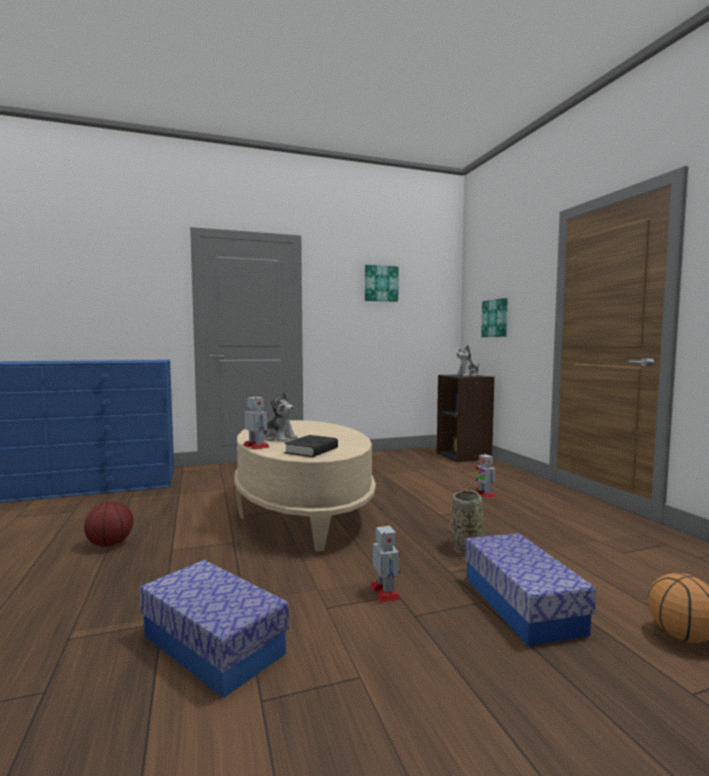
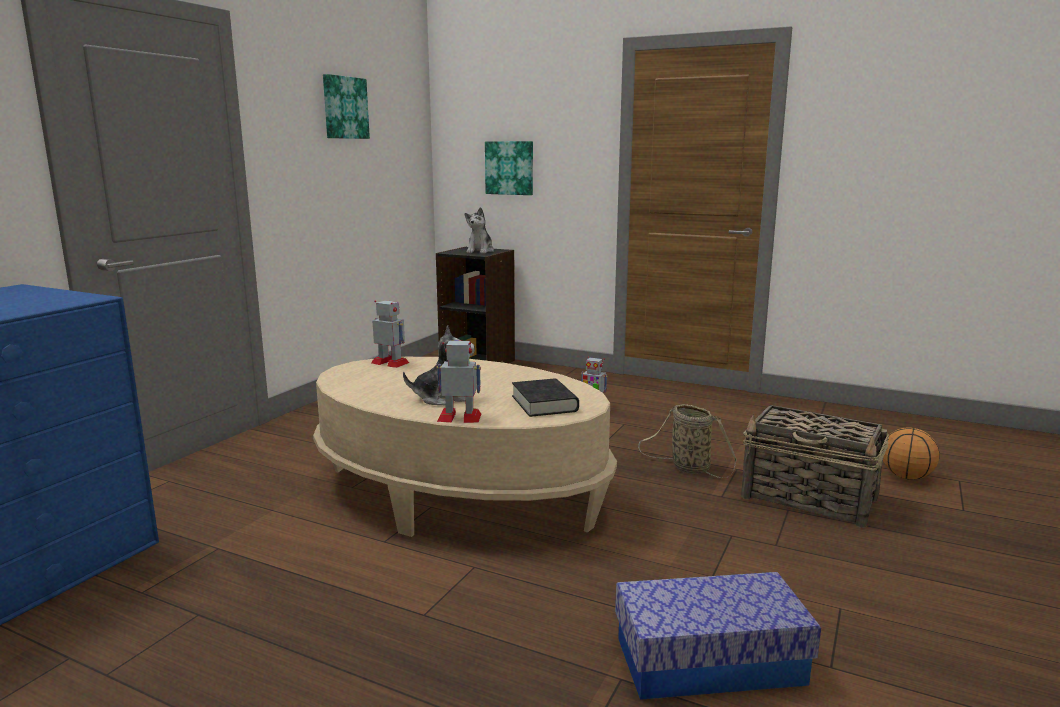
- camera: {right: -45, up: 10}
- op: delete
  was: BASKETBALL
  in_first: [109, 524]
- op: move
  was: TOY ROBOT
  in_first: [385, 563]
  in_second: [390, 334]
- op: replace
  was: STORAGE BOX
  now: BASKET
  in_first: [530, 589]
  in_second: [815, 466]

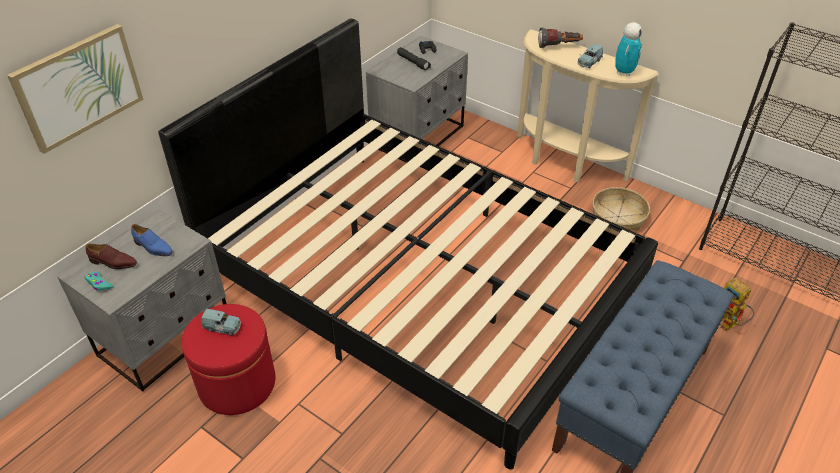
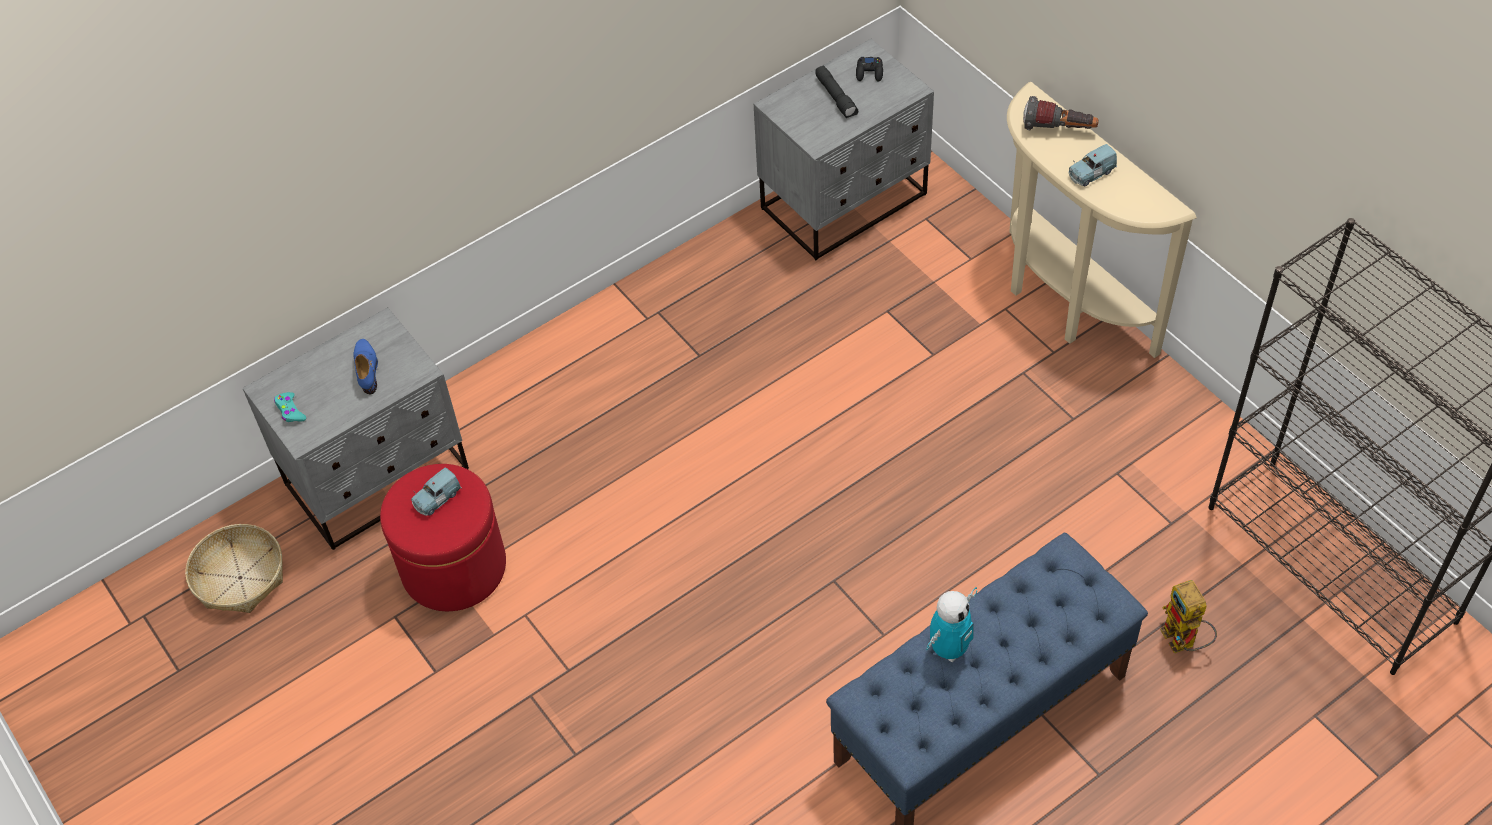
- camera: {right: 20, up: 10}
- op: delete
  was: PICTURE
  in_first: [75, 89]
- op: delete
  was: BROWN SHOE
  in_first: [111, 256]
- op: rotate
  was: BLUE SHOE
  in_first: [151, 240]
  in_second: [365, 366]
  clockwise: -150
- op: delete
  was: BLACK BED
  in_first: [408, 243]
- op: rotate
  was: BLUE TOY CAR
  in_first: [221, 322]
  in_second: [436, 491]
  clockwise: 105
- op: move
  was: BASKET
  in_first: [621, 209]
  in_second: [234, 568]
- op: move
  was: TOY ROBOT
  in_first: [628, 49]
  in_second: [951, 624]

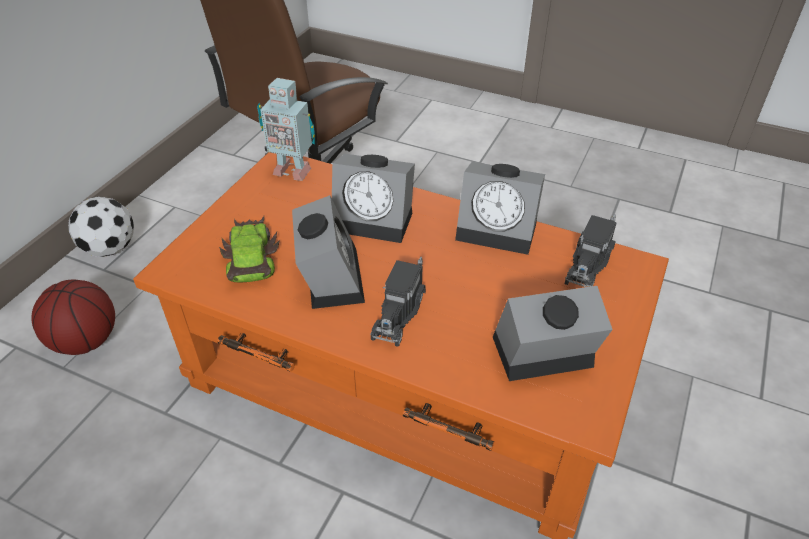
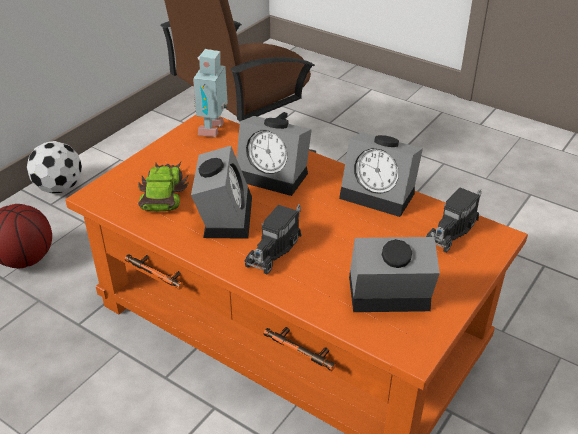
- camera: {right: 10, up: -5}
- op: rotate
  was: TOY ROBOT
  in_first: [286, 129]
  in_second: [210, 93]
  clockwise: 75

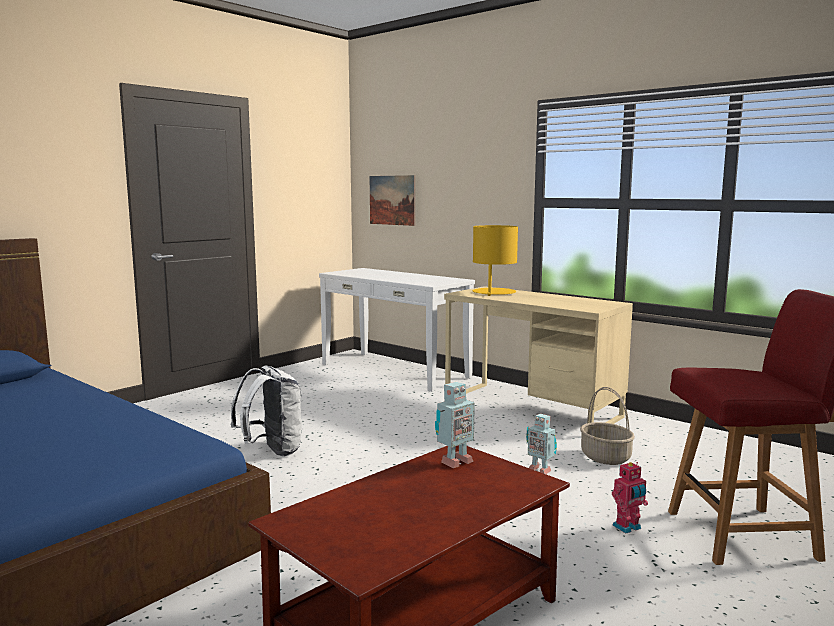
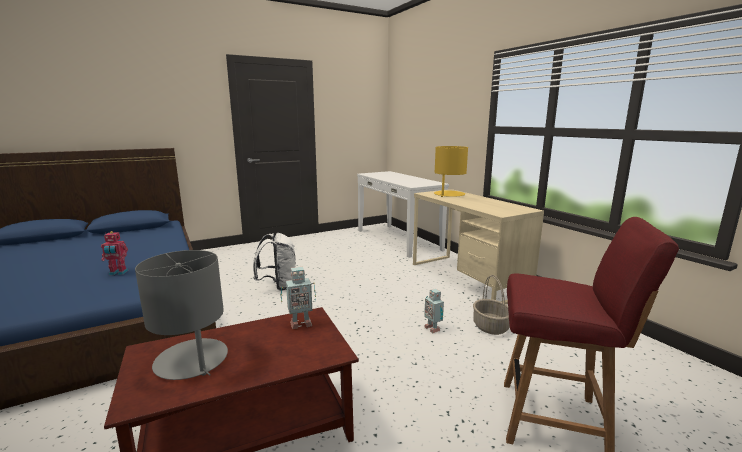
- camera: {right: 20, up: 5}
- op: delete
  was: PICTURE
  in_first: [392, 200]
- op: move
  was: TOY ROBOT
  in_first: [630, 497]
  in_second: [114, 253]
- op: insert
  now: GREY TABLE LAMP
  in_second: [181, 315]

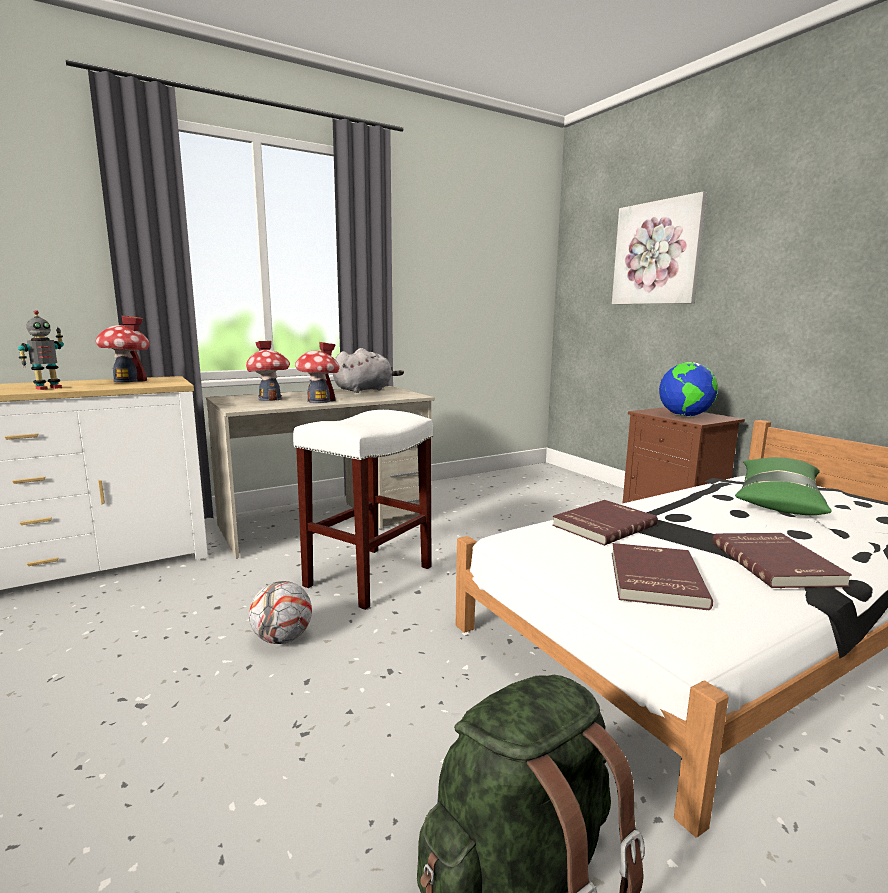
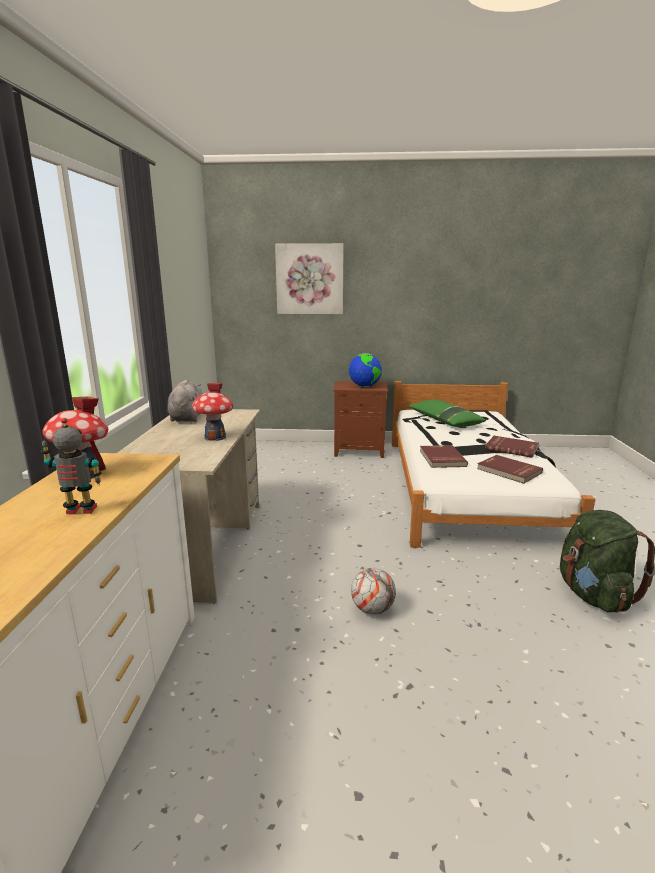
- camera: {right: -55, up: 5}
- op: rotate
  was: TOY ROBOT
  in_first: [41, 350]
  in_second: [71, 466]
  clockwise: -75
- op: delete
  was: TOY HOUSE
  in_first: [268, 371]
- op: delete
  was: WHITE STOOL
  in_first: [363, 510]

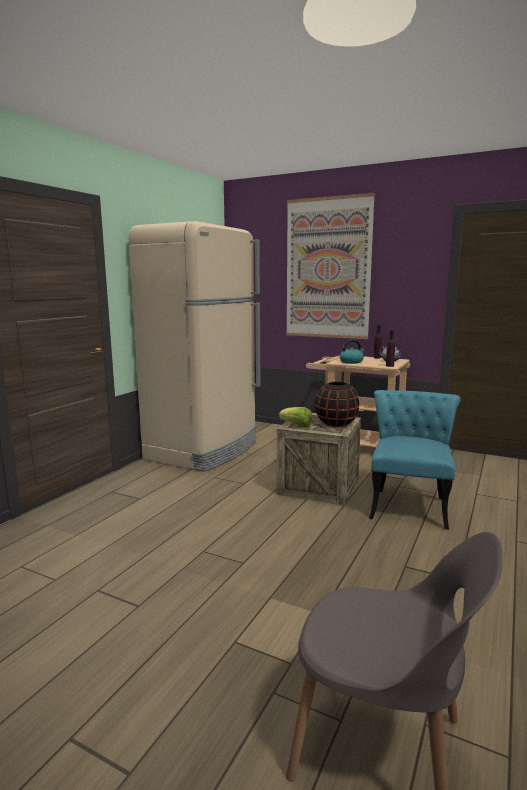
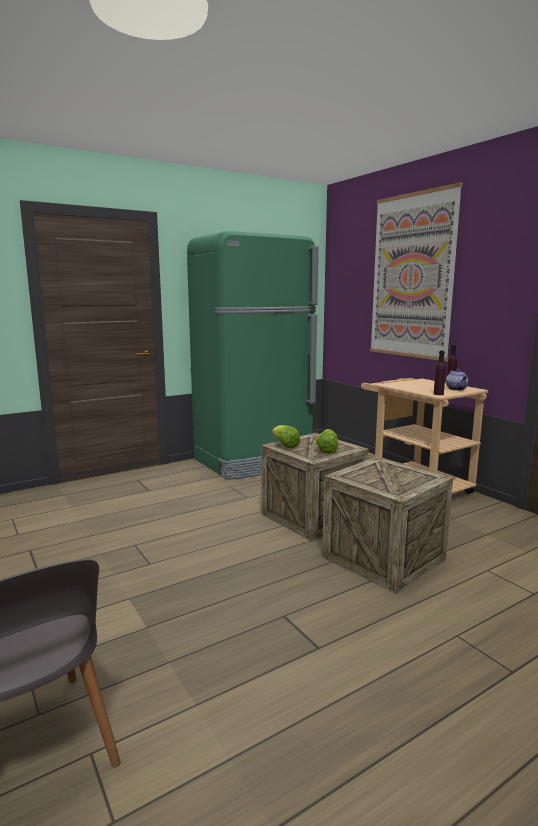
- camera: {right: 30, up: 0}
- op: recolor
  was: BEIGE FRIDGE
  now: GREEN FRIDGE
  in_first: [194, 346]
  in_second: [253, 355]
- op: replace
  was: BLACK VASE
  now: LETTUCE
  in_first: [337, 404]
  in_second: [327, 441]
- op: delete
  was: KETTLE
  in_first: [352, 351]
- op: replace
  was: TURQUOISE CHAIR
  now: CRATE
  in_first: [414, 460]
  in_second: [387, 525]

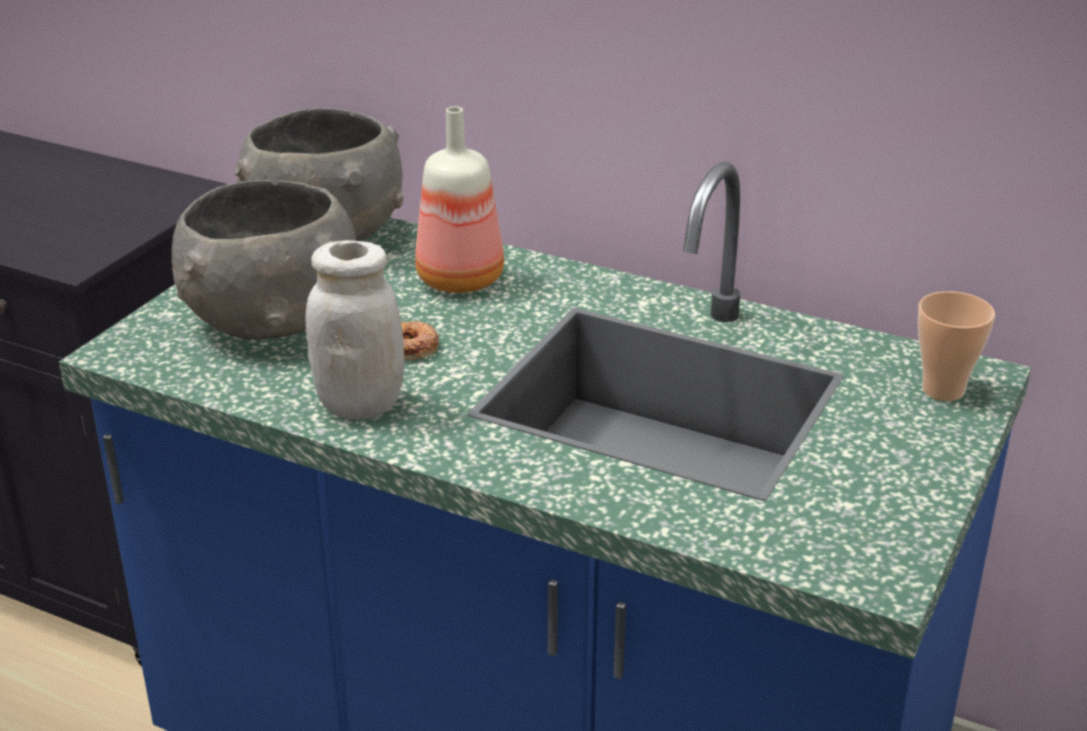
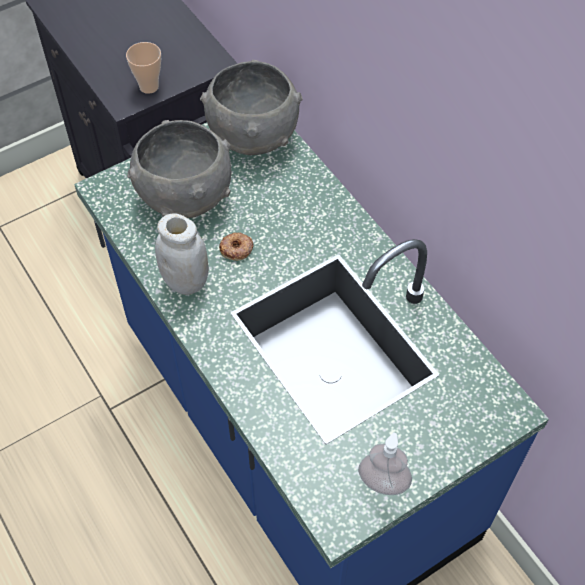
- camera: {right: 30, up: 25}
- op: delete
  was: BOTTLE
  in_first: [459, 199]
- op: move
  was: CUP
  in_first: [956, 346]
  in_second: [143, 68]
- op: insert
  now: SOAP DISPENSER
  in_second: [385, 464]

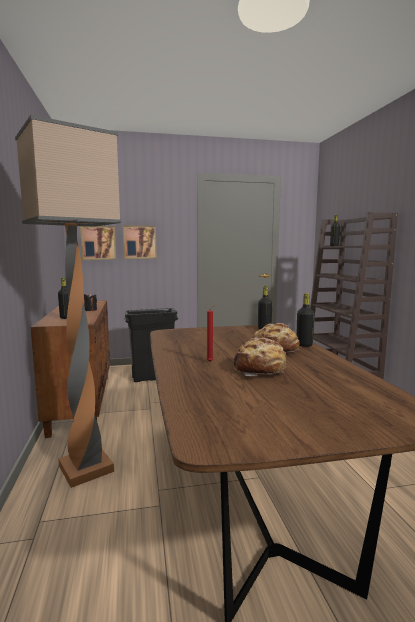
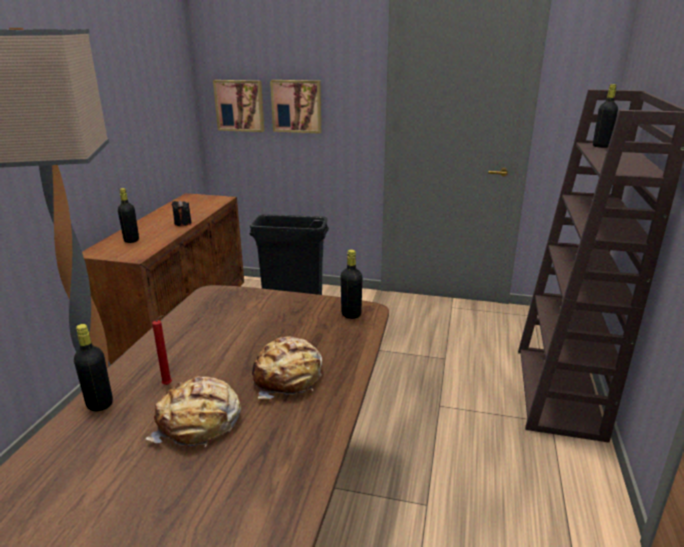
- camera: {right: 25, up: 15}
- op: move
  was: BLACK BOTTLE
  in_first: [305, 320]
  in_second: [93, 368]

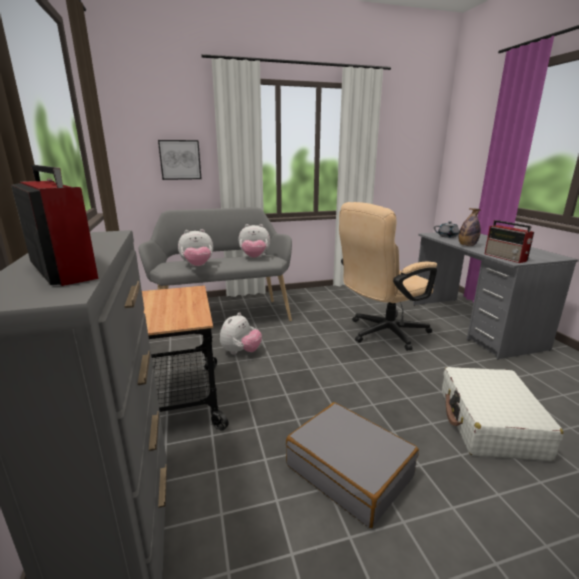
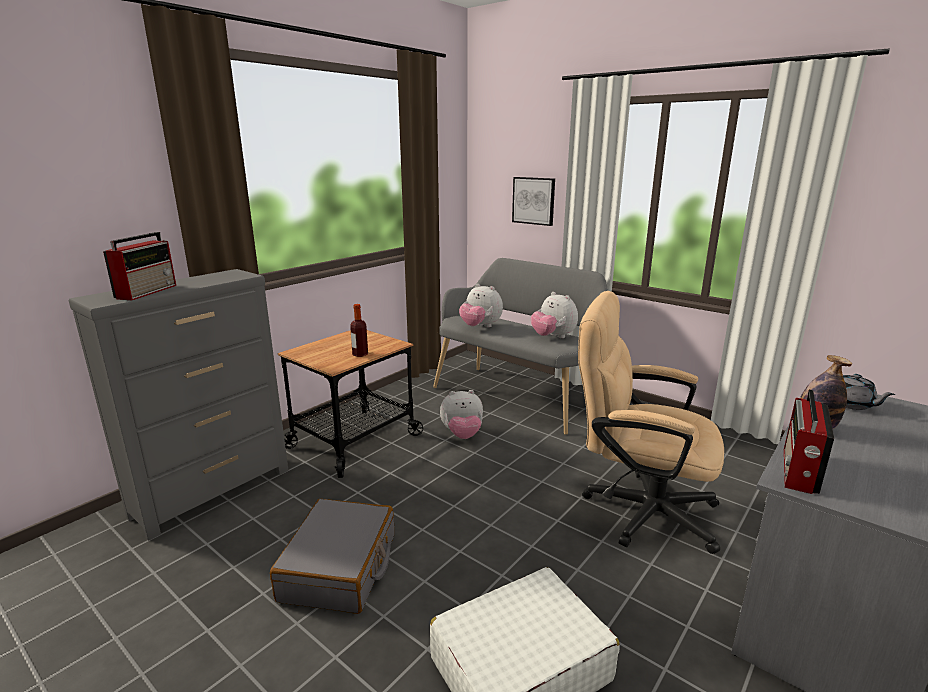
- camera: {right: 55, up: 0}
- op: insert
  now: BOTTLE
  in_second: [359, 330]

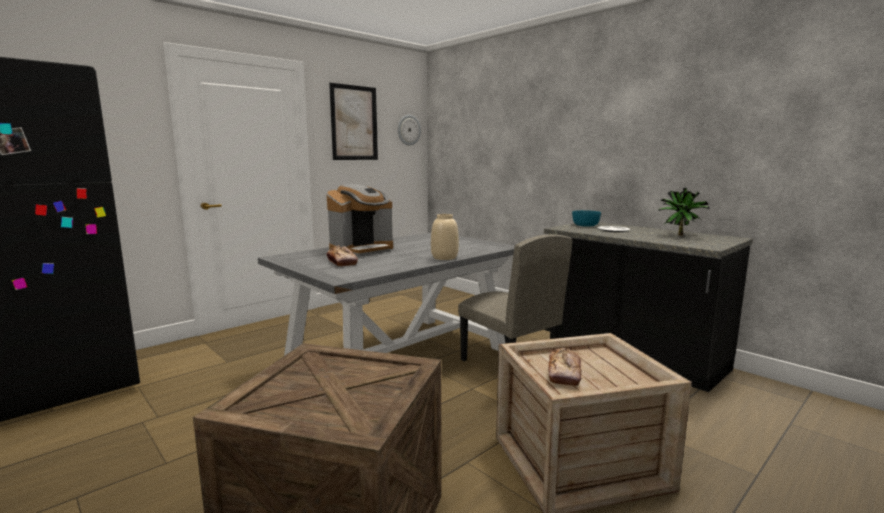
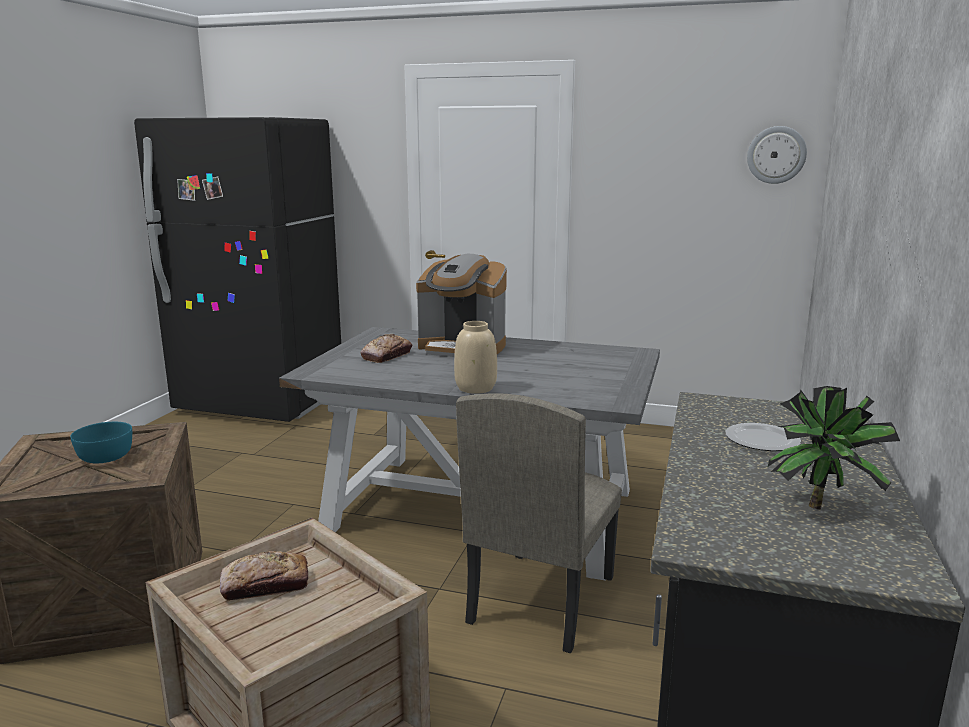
- camera: {right: 60, up: 5}
- op: delete
  was: PICTURE
  in_first: [353, 121]
- op: move
  was: TURQUOISE BOWL
  in_first: [586, 218]
  in_second: [101, 442]

